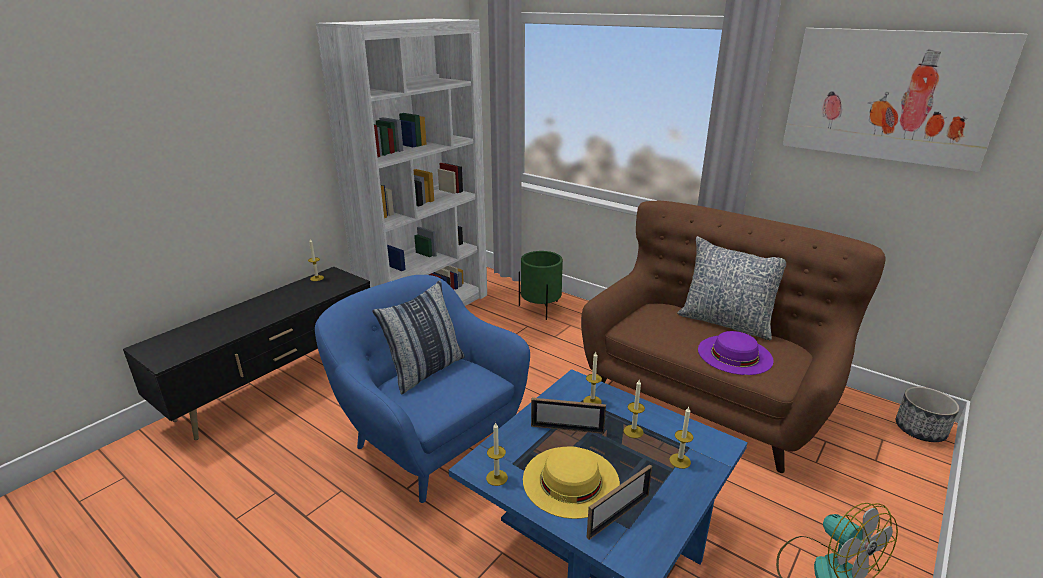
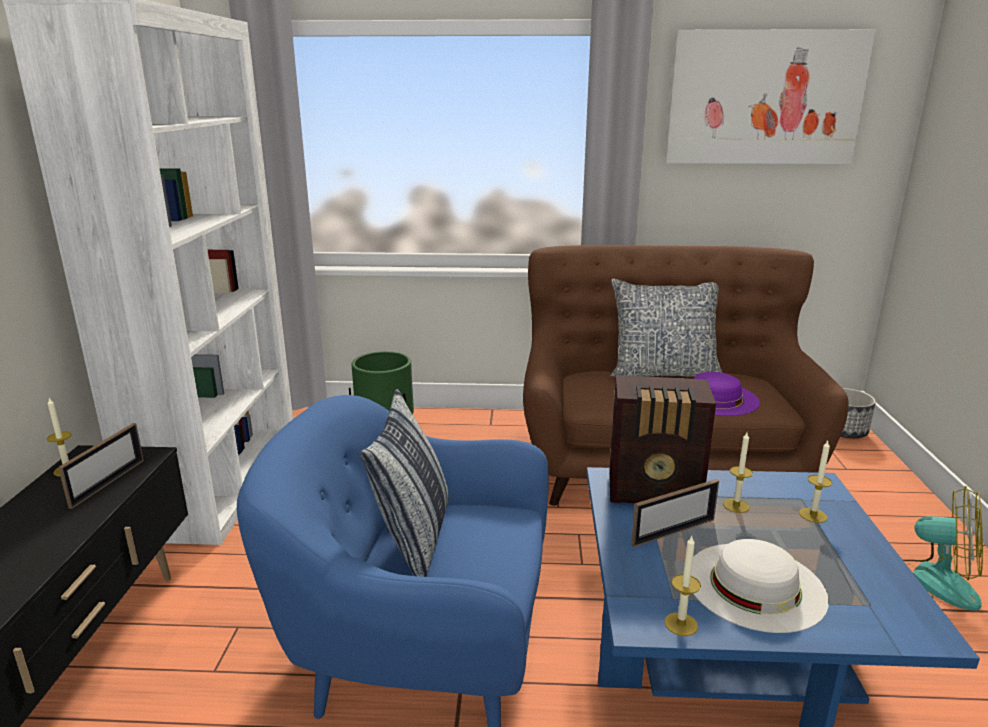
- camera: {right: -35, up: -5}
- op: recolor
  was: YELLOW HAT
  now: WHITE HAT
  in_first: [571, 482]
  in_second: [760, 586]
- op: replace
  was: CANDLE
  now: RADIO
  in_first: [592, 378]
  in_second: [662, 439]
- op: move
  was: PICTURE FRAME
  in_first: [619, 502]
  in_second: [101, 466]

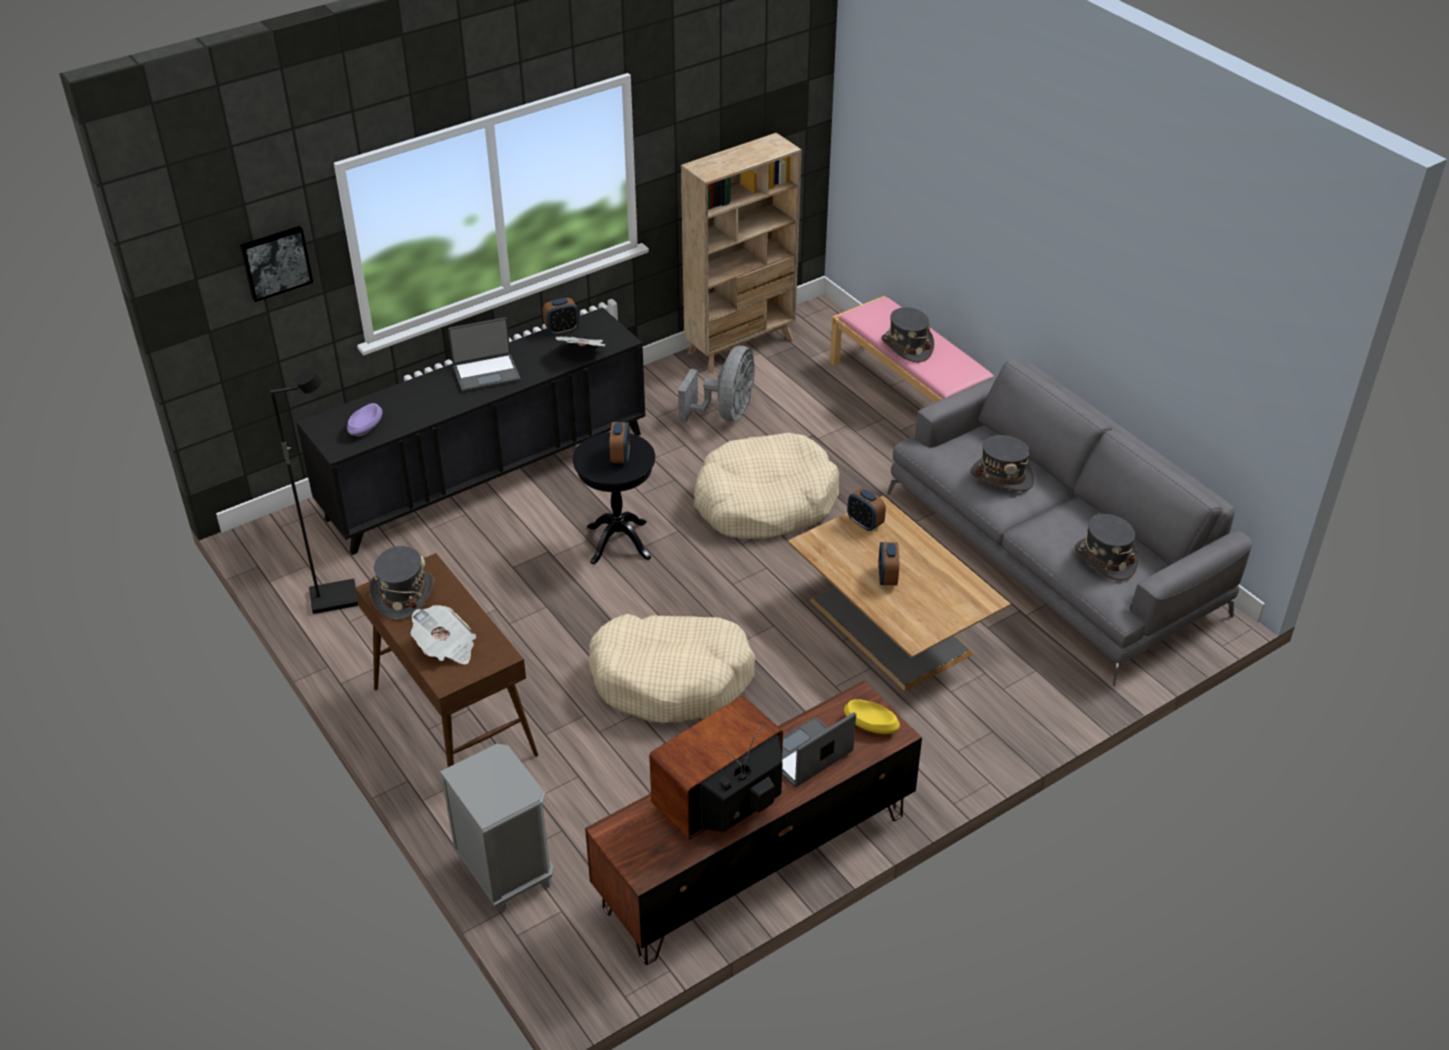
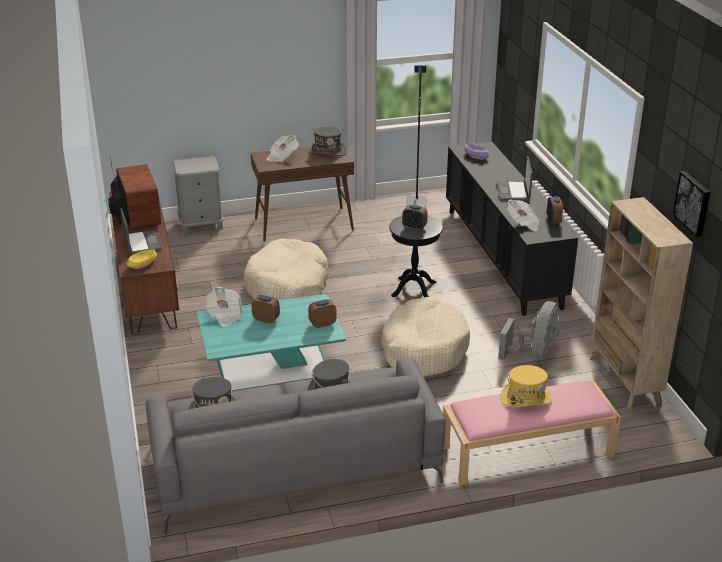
- camera: {right: 110, up: -10}
- op: move
  was: PICTURE
  in_first: [276, 264]
  in_second: [691, 204]
- op: rotate
  was: GREY FAN
  in_first: [716, 384]
  in_second: [529, 330]
  clockwise: -105
- op: recolor
  was: BROWN COFFEE TABLE
  now: TURQUOISE COFFEE TABLE
  in_first: [899, 593]
  in_second: [271, 342]
- op: recolor
  was: GREY HAT
  now: YELLOW HAT
  in_first: [907, 334]
  in_second: [526, 386]
- op: insert
  now: NEWSPAPER
  in_second: [224, 306]

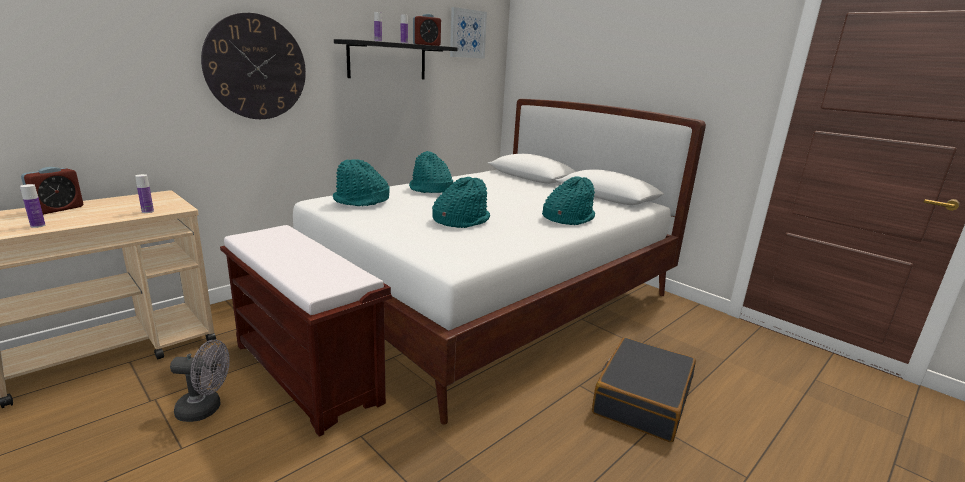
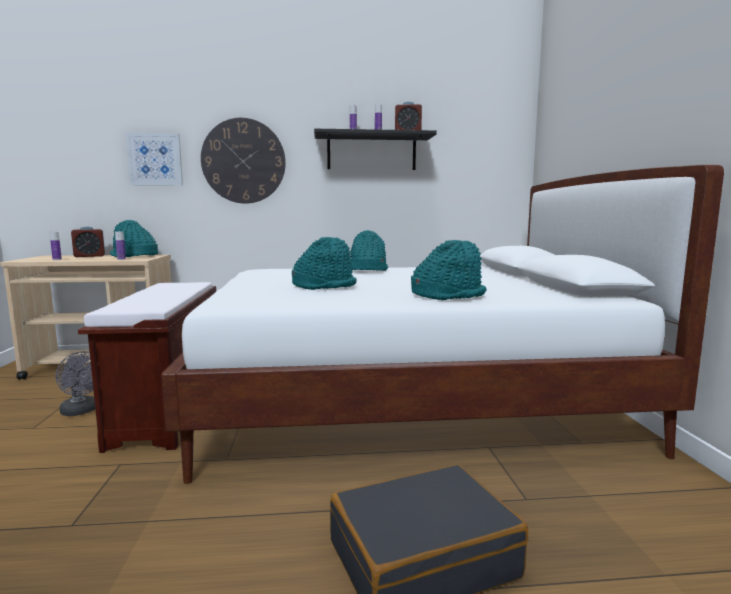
- camera: {right: 40, up: -10}
- op: move
  was: TURQUOISE HAT
  in_first: [361, 182]
  in_second: [134, 238]
- op: move
  was: PICTURE
  in_first: [468, 33]
  in_second: [154, 159]

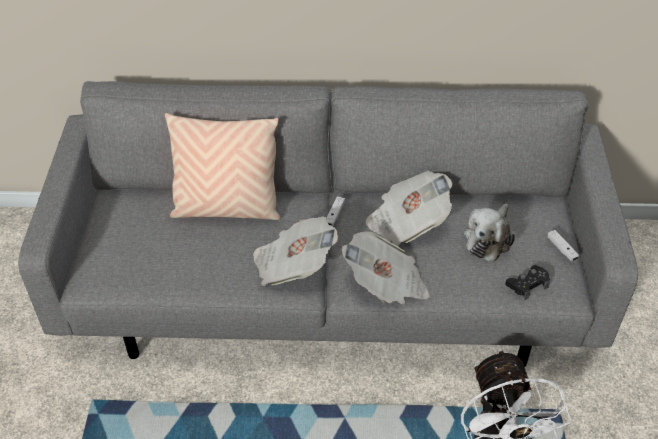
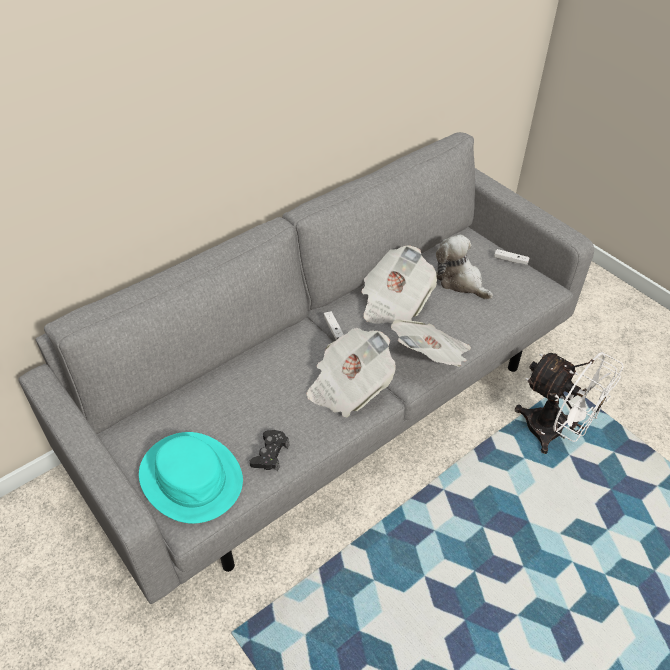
- camera: {right: -40, up: 0}
- op: delete
  was: BEIGE PILLOW
  in_first: [223, 166]
- op: rotate
  was: PLUSH TOY
  in_first: [489, 232]
  in_second: [464, 267]
  clockwise: 150
- op: move
  was: BLACK GAME CONTROLLER
  in_first: [527, 282]
  in_second: [269, 450]
- op: insert
  now: TURQUOISE HAT
  in_second: [191, 478]

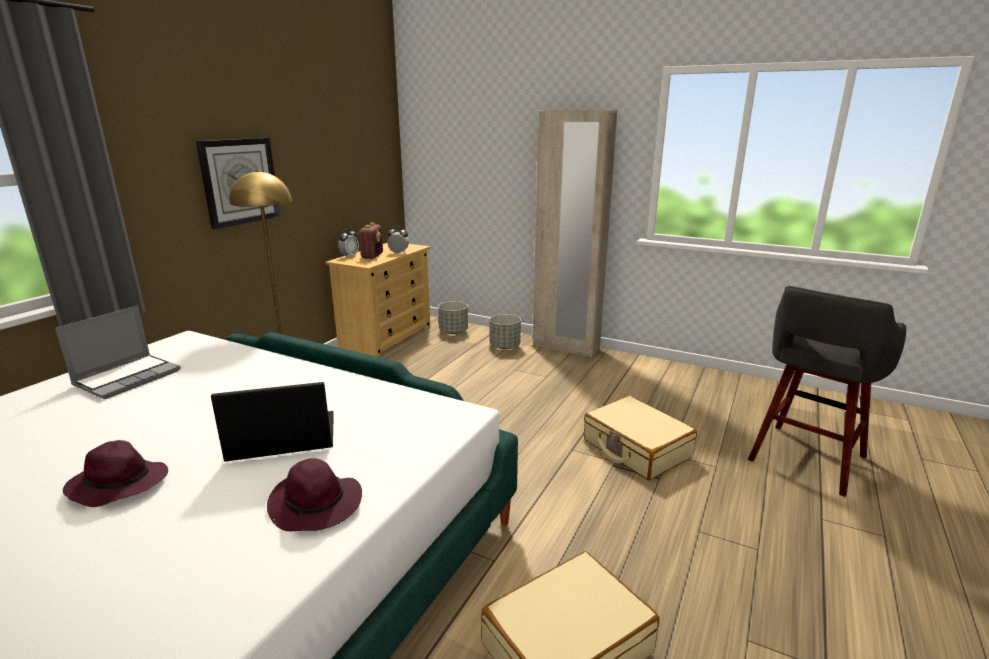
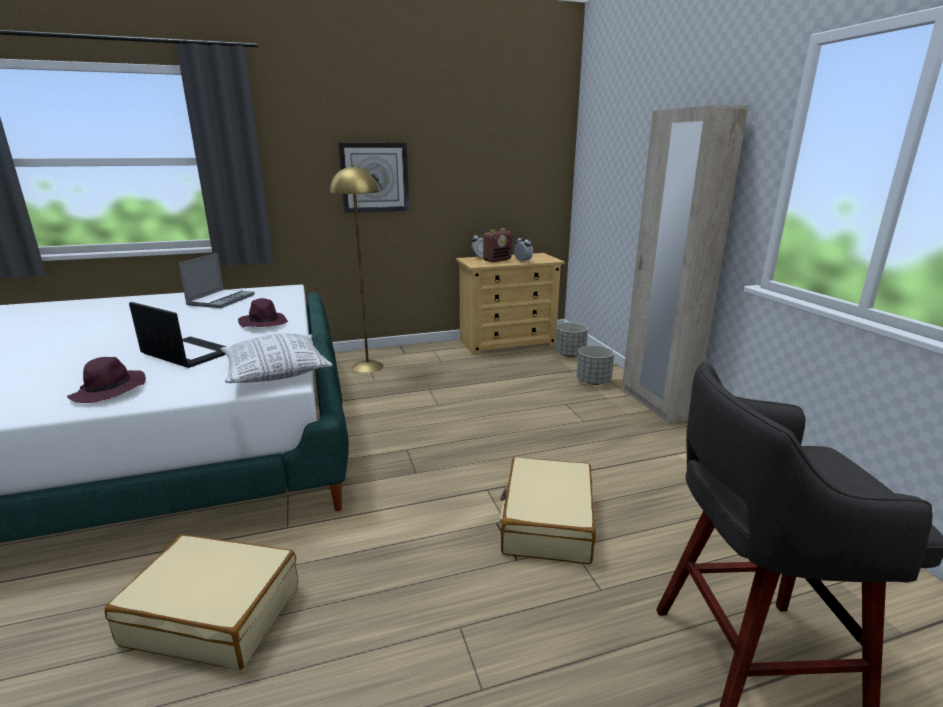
- camera: {right: 45, up: 0}
- op: rotate
  was: LAPTOP
  in_first: [118, 352]
  in_second: [216, 280]
  clockwise: -60
- op: move
  was: PURPLE HAT
  in_first: [115, 473]
  in_second: [263, 312]
- op: insert
  now: PILLOW
  in_second: [277, 358]

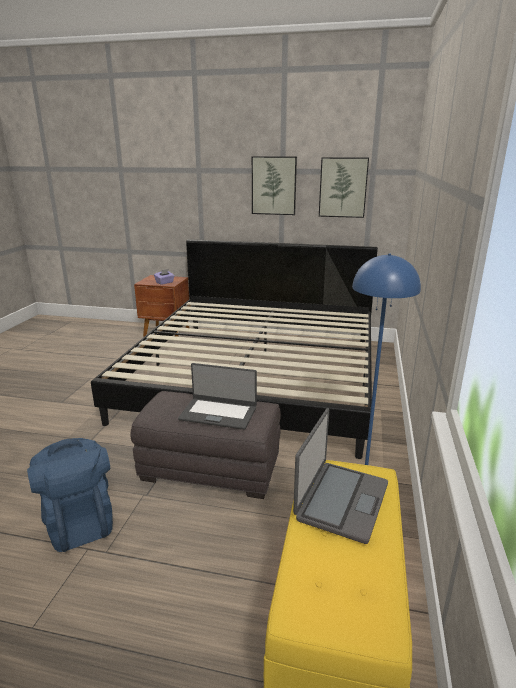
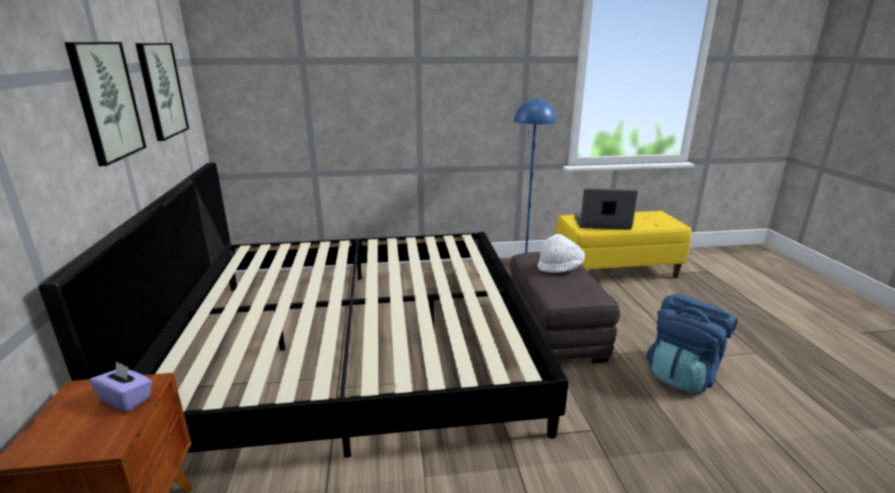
- camera: {right: -110, up: 0}
- op: replace
  was: LAPTOP
  now: WHITE HAT
  in_first: [217, 396]
  in_second: [561, 253]

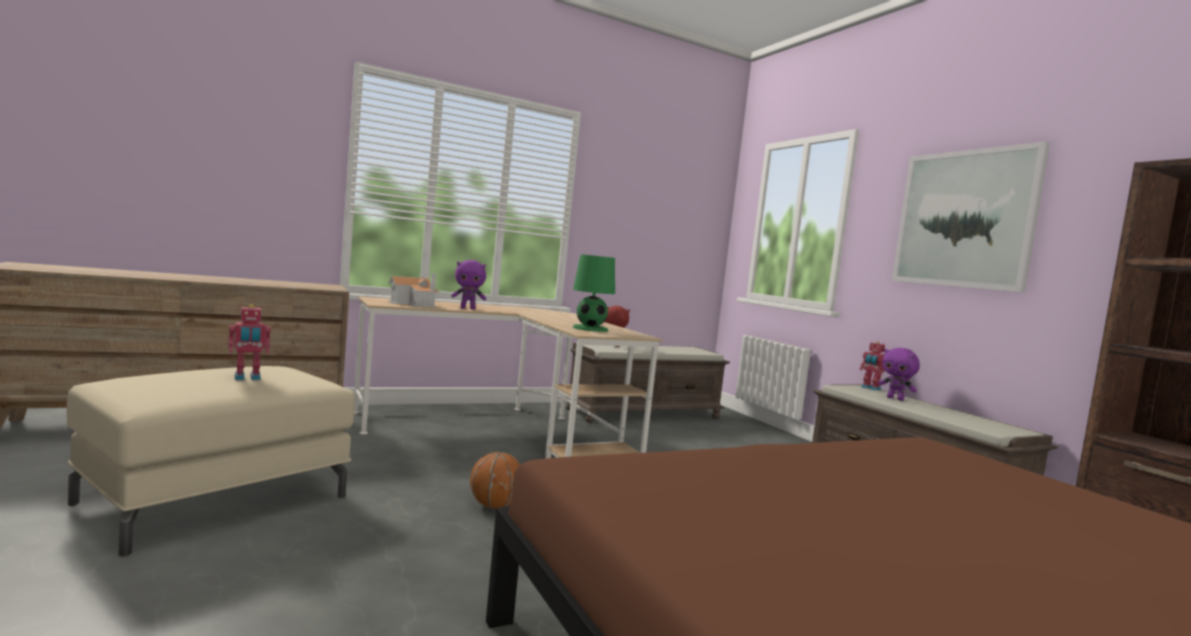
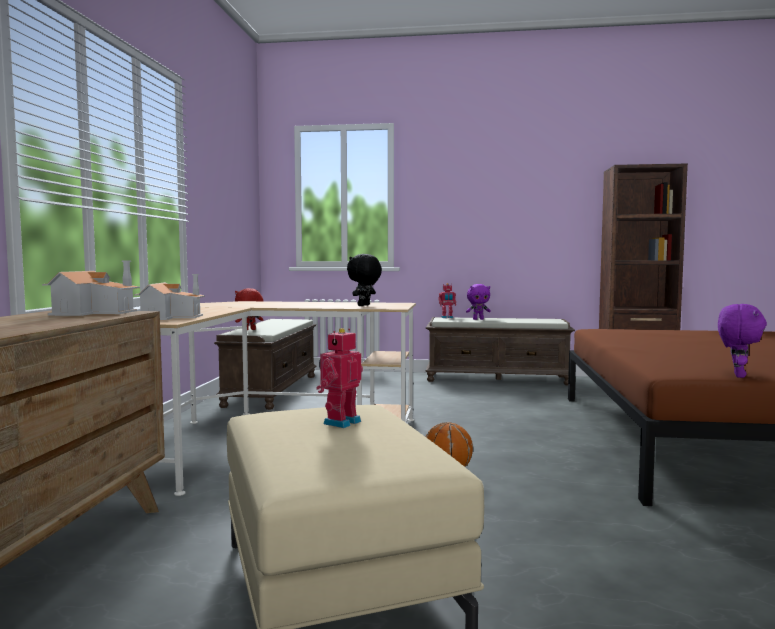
- camera: {right: -55, up: 0}
- op: rotate
  was: TOY ROBOT
  in_first: [249, 342]
  in_second: [339, 378]
  clockwise: -150
- op: move
  was: PURPLE PLUSH TOY
  in_first: [468, 284]
  in_second: [742, 341]
- op: replace
  was: GREEN TABLE LAMP
  now: BLACK PLUSH TOY
  in_first: [594, 293]
  in_second: [364, 280]
- op: delete
  was: PICTURE
  in_first: [971, 217]
- op: insert
  now: TOY HOUSE
  in_second: [91, 288]

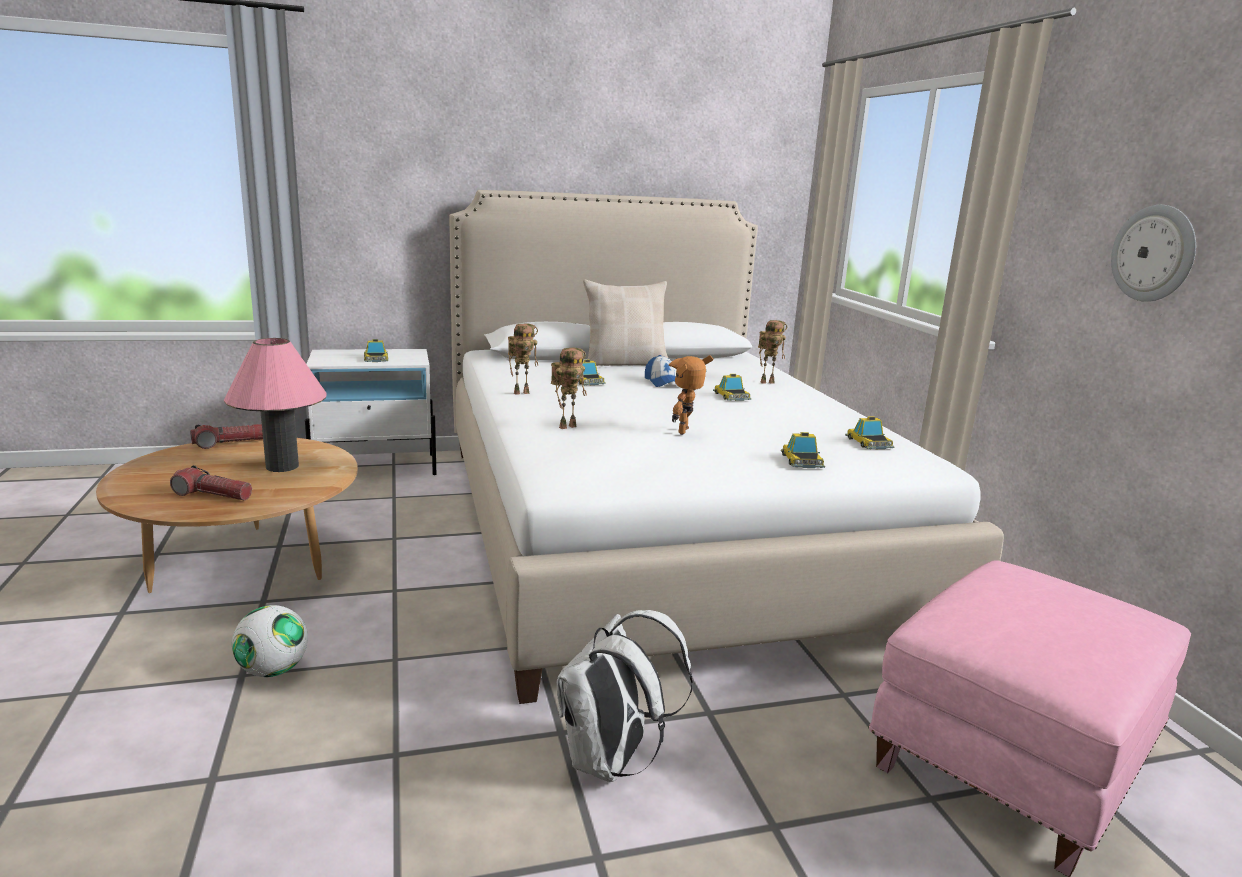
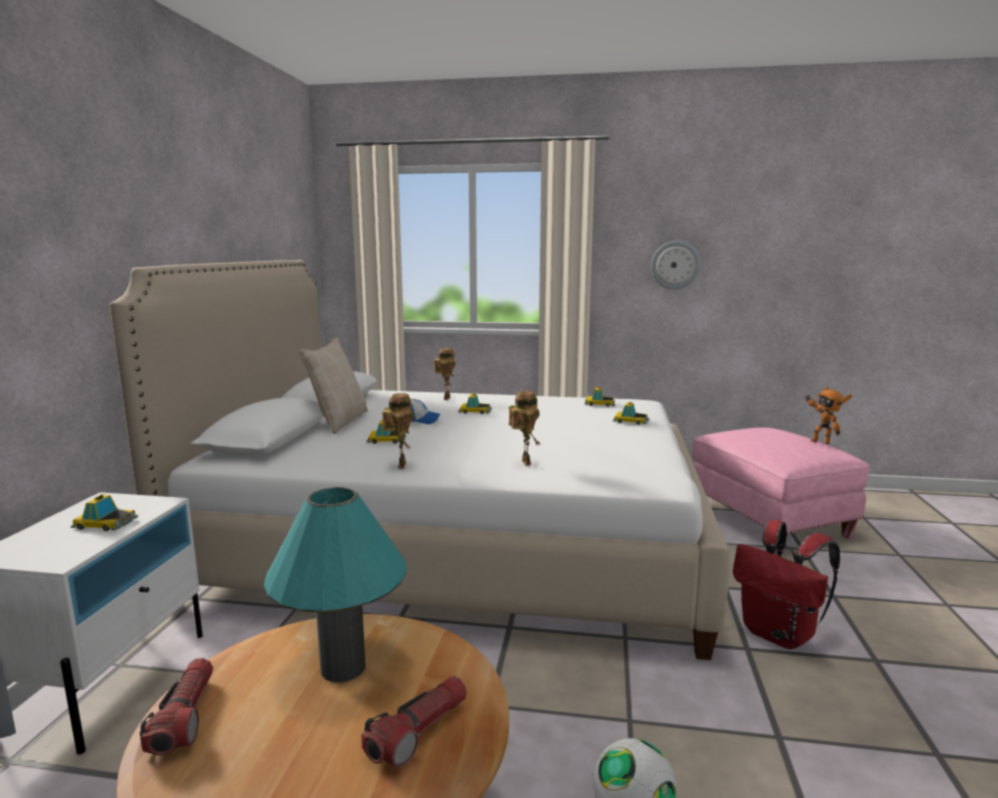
- camera: {right: -65, up: -5}
- op: recolor
  was: PINK TABLE LAMP
  now: TURQUOISE TABLE LAMP
  in_first: [275, 405]
  in_second: [335, 584]
- op: recolor
  was: WHITE BACKPACK
  now: RED BACKPACK
  in_first: [625, 696]
  in_second: [786, 584]
- op: move
  was: TOY ROBOT
  in_first: [691, 395]
  in_second: [828, 415]

